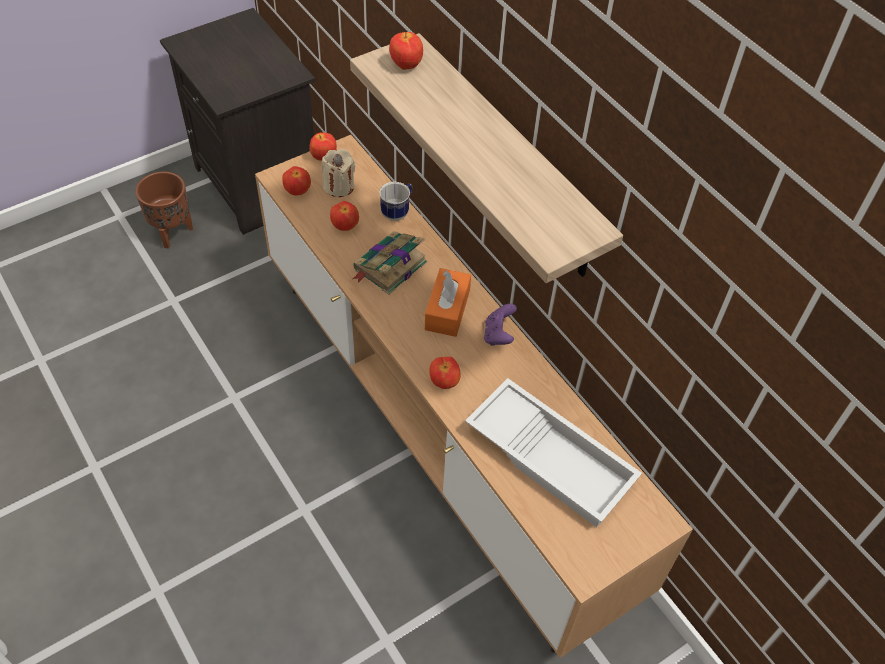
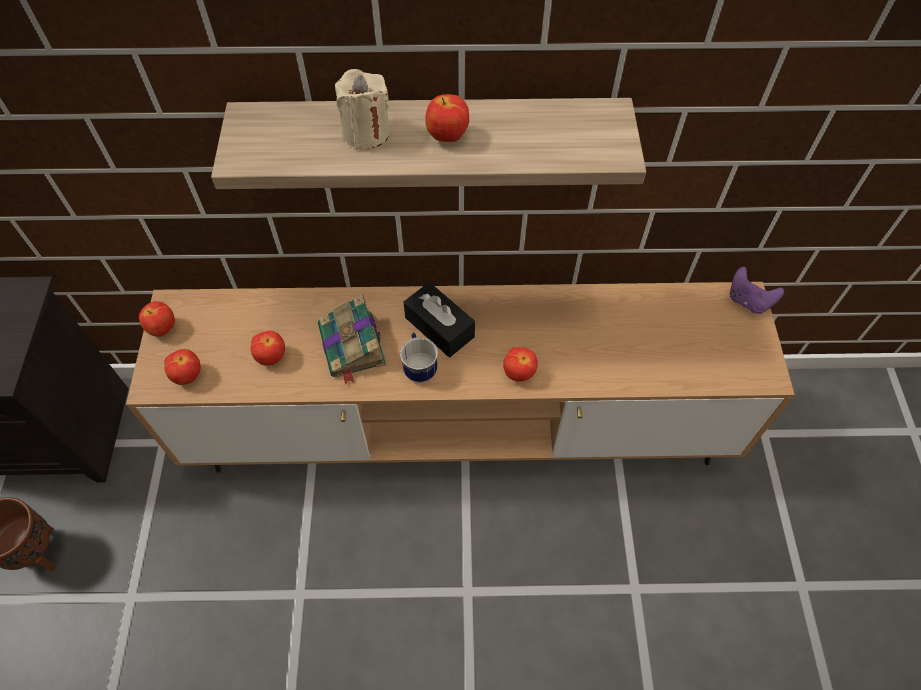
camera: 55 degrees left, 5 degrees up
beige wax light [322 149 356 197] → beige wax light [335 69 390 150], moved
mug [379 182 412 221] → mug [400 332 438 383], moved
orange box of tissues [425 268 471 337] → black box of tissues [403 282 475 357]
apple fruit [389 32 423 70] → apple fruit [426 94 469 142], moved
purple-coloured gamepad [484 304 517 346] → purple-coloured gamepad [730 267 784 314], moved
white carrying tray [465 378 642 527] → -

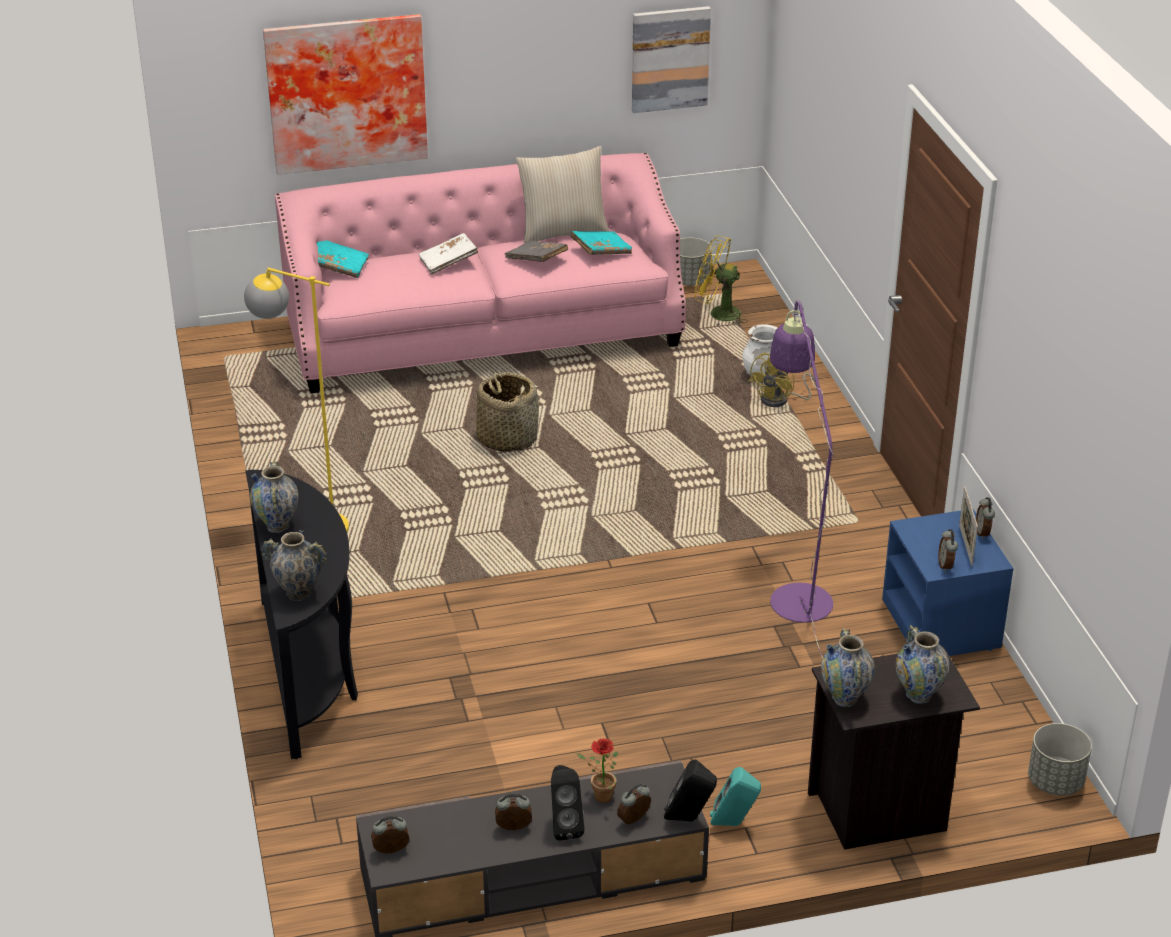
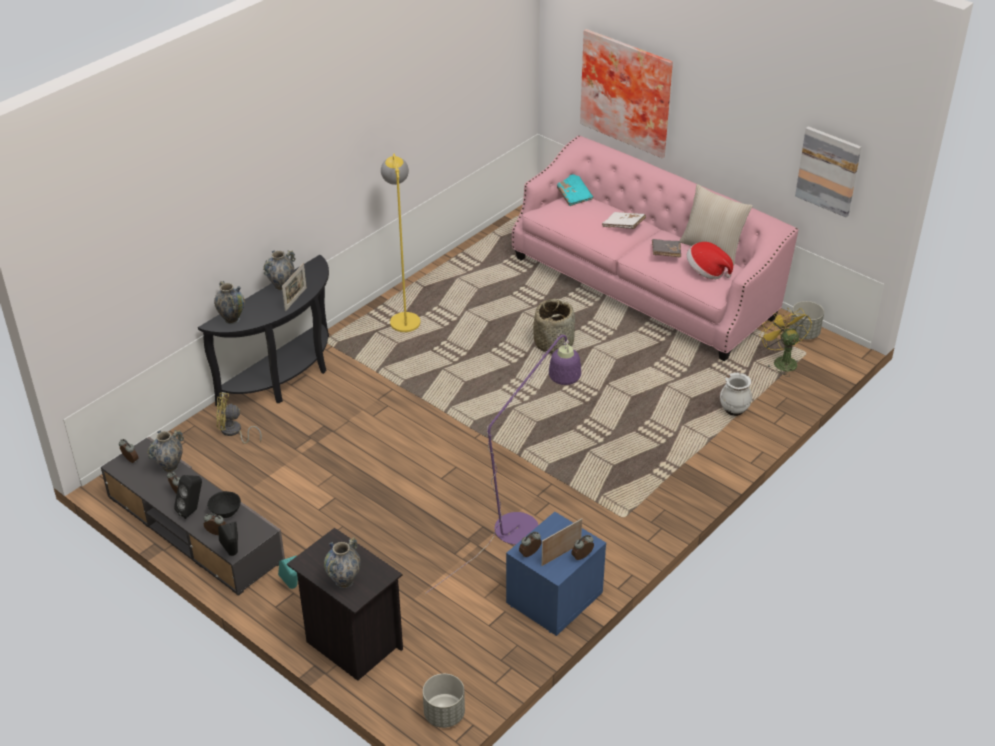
camera: 55 degrees right, 5 degrees up
decorative vase [821 627 875 707] → decorative vase [148 430 184 472], moved
houseplant [576 739 618 803] → black deep dish [207 491 241 518]
yellowish cooling fan [748 353 817 407] → yellowish cooling fan [216 393 262 444], moved
- → photo frame [282 263 307 311]
turquoise-coloured bound book [571 231 632 255] → wearable hat [687 242 733 280]

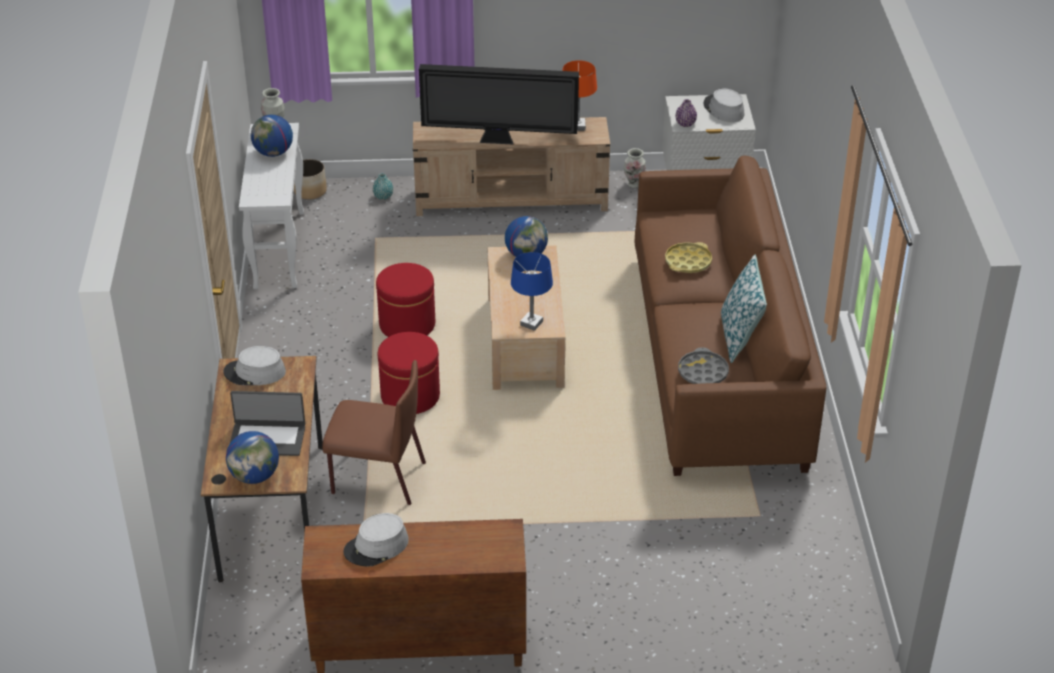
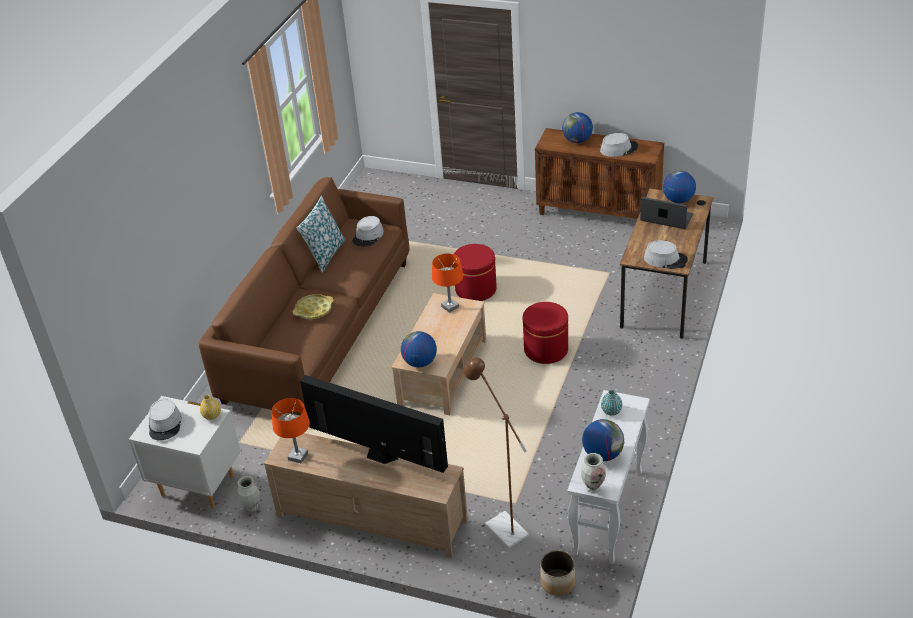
camera: 155 degrees left, 0 degrees up
purple-coloured decorative vase [675 99 697 127] → yellowish decorative vase [200 395 221 420]
grey carrying tray [678 347 729 384] → grey wearable hat [352 216 384 247]
bluish tabletop lamp [511 252 553 331] → orange tabletop lamp [432 254 463 313]
reddish pouffe [376 263 435 337] → reddish pouffe [453 244 497 301], moved
- → brownish standard lamp [464 358 529 548]
- → desk globe [562 112 593 143]
turquoise-coloured decorative vase [373 173 393 200] → turquoise-coloured decorative vase [601 390 622 416], moved
brownish plain chair [322 360 426 505] → -

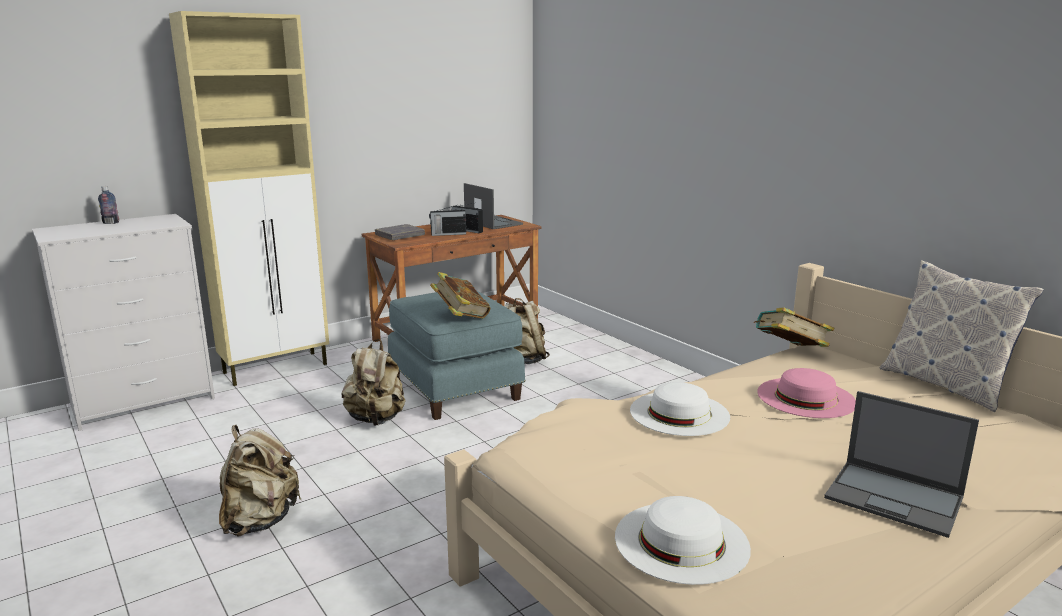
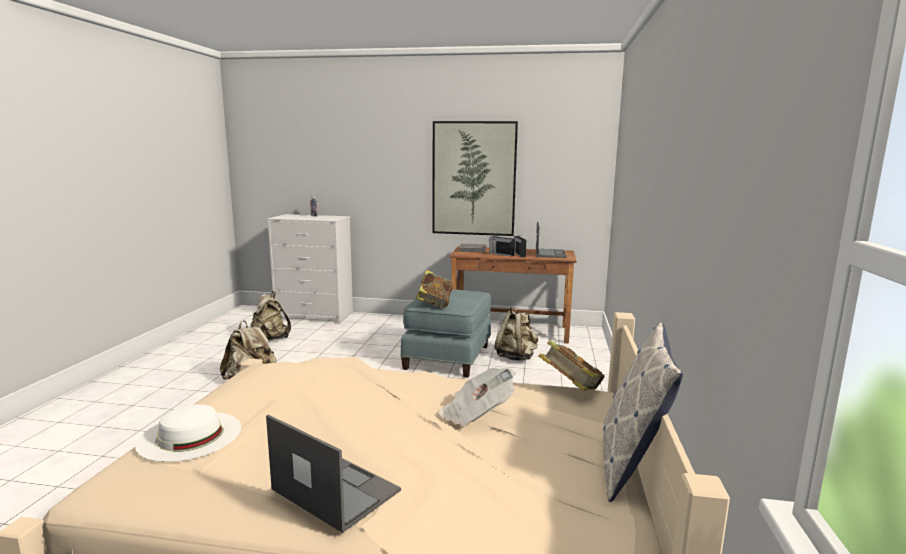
camera: 45 degrees right, 5 degrees down
beige backpack [342 339 405 426] → beige backpack [251 291 291 340], moved
laptop [824 391 979 538] → laptop [266 414 401 533], 135 degrees clockwise
- → wall picture [432 121 518 236]
pinkish wearable hat [757 368 856 418] → newspaper [439 368 516 427]
beige cupboard [169 11 329 386] → -
white wearable hat [630 382 730 436] → -

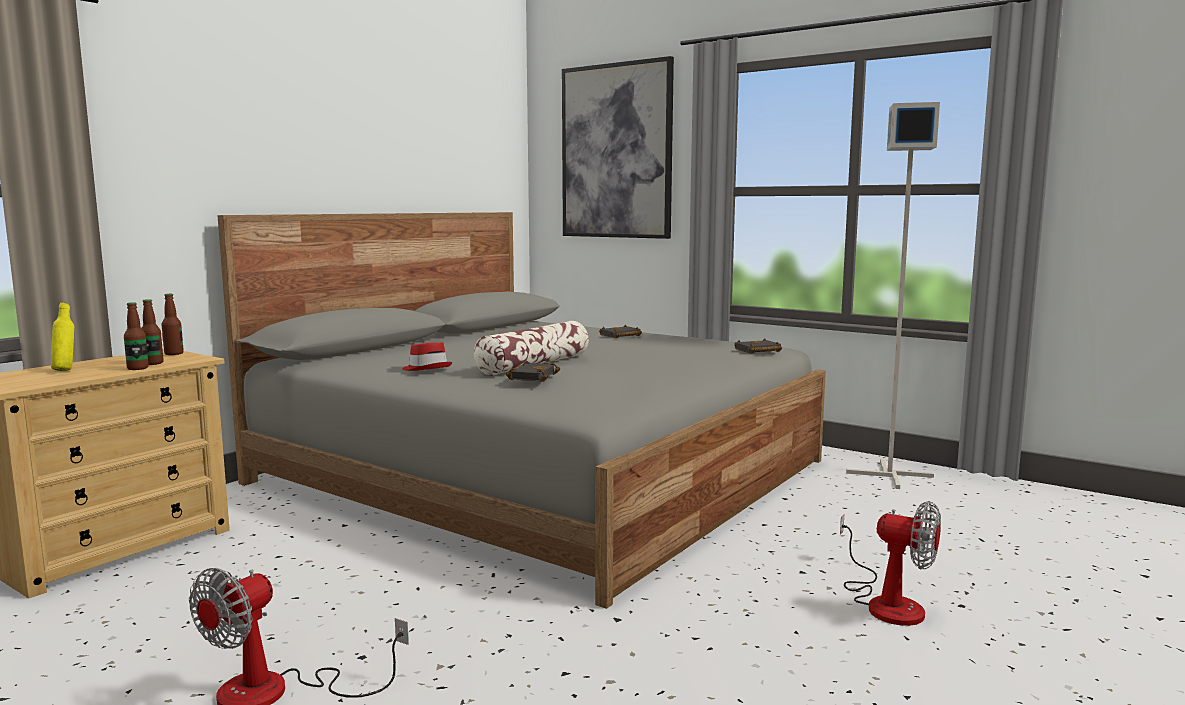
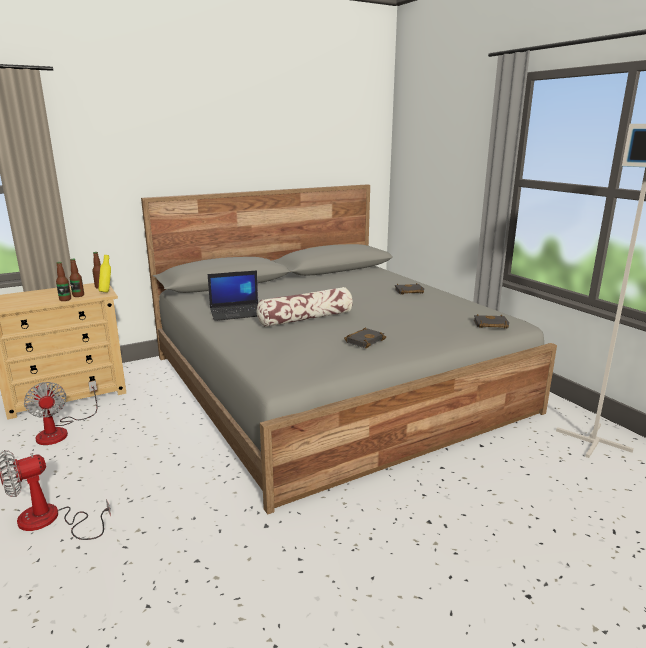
camera: 25 degrees right, 10 degrees up
cooling fan [840 501 941 626] → cooling fan [24 381 97 445], moved
yellowish drink bottle [51 303 74 371] → yellowish drink bottle [99 255 111 293], moved
reddish wearable hat [402 342 452 371] → laptop [208 270 258 321]
black bound book [506 361 560 382] → black bound book [344 328 386 348], moved
wall picture [562 56 674 239] → -

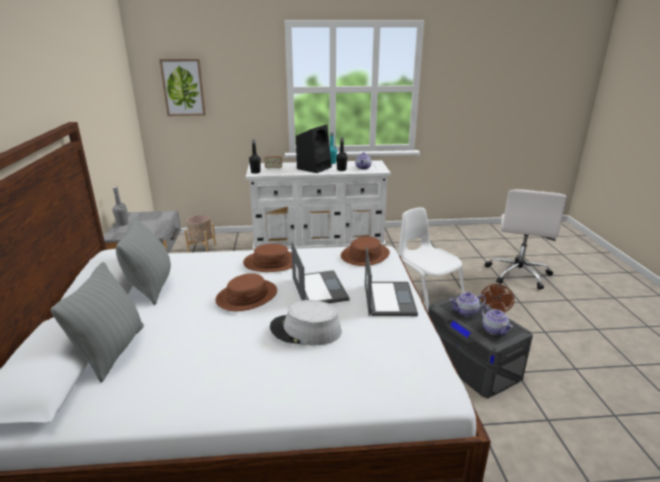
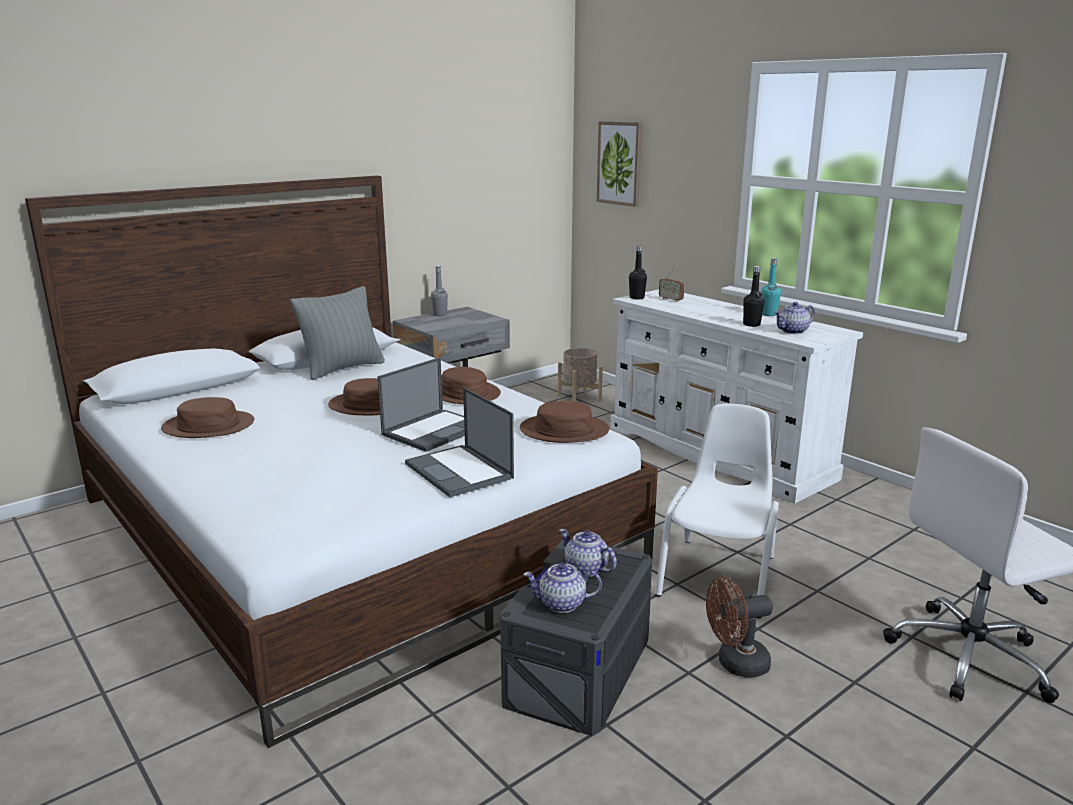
camera: 55 degrees right, 5 degrees down
- → brownish wearable hat [161 397 254 438]
laptop [365 247 418 316] → laptop [405 387 514 497], 90 degrees clockwise
tea pot [481 306 513 335] → tea pot [523 563 602 613], 60 degrees clockwise
grey throw pillow [50 262 144 382] → -
grey wearable hat [270 300 341 345] → -
black loudspeaker [296 124 332 173] → -

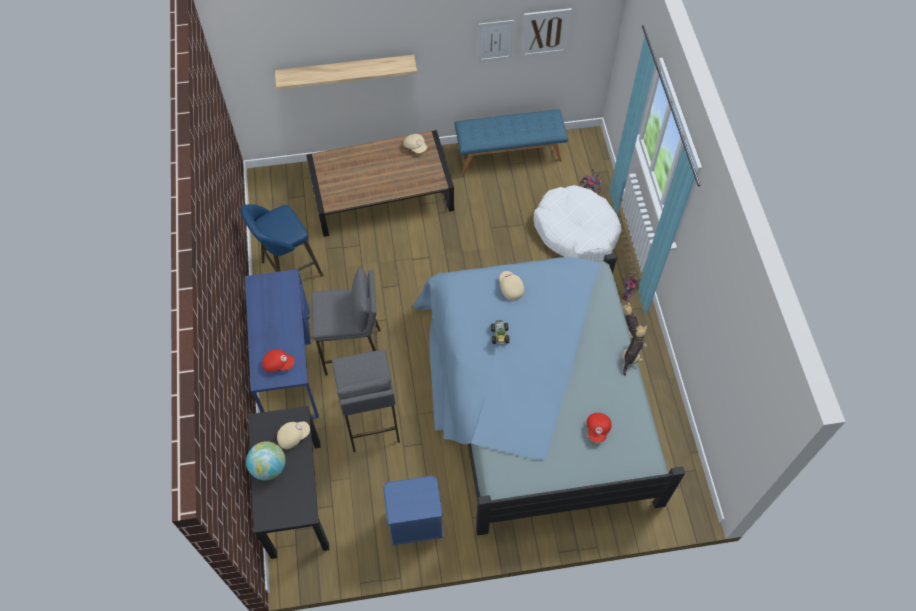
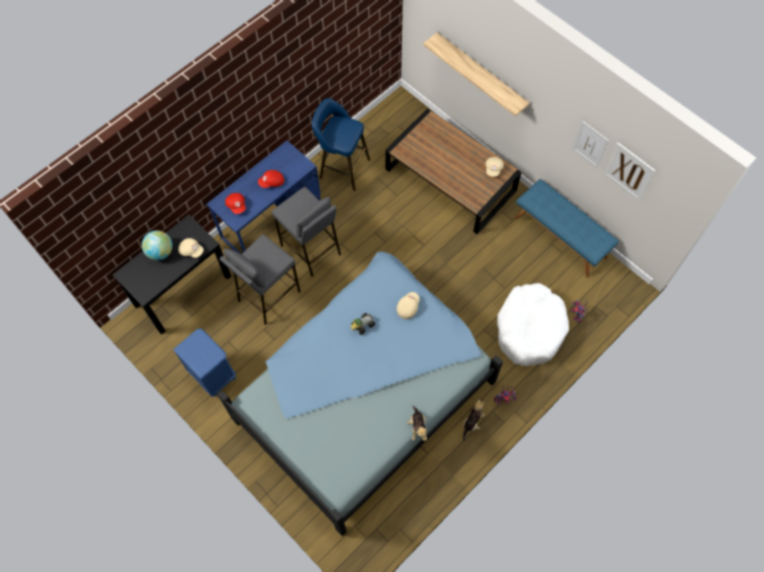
camera: 55 degrees right, 5 degrees up
reddish peaked cap [586 413 612 443] → reddish peaked cap [258 170 284 188], moved
plush toy [622 325 647 376] → plush toy [407 406 427 441], 90 degrees clockwise

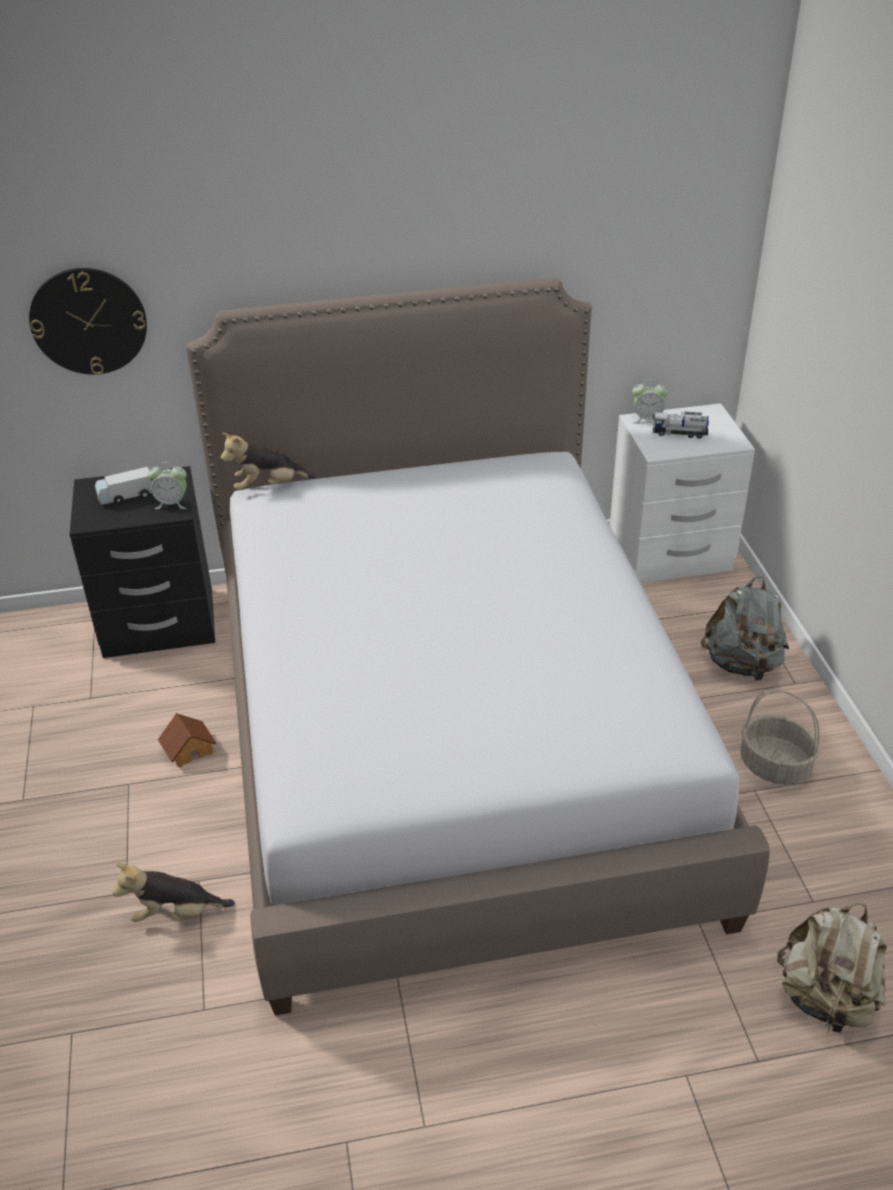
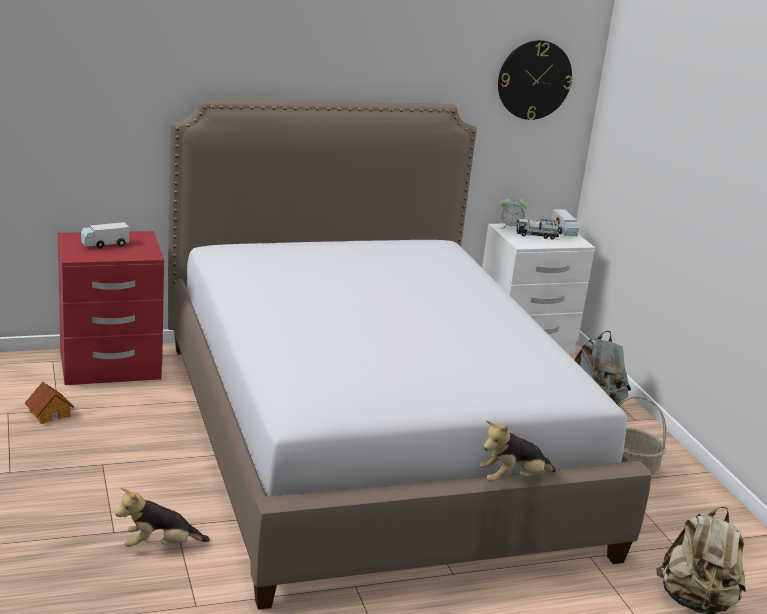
camera: 10 degrees left, 15 degrees down
toy house [158 713 216 768] → toy house [24 381 74 424], moved
black bedside table [70 466 215 658] → reddish bedside table [58 231 164 385]
plush toy [221 433 316 490] → plush toy [479 420 556 482], moved
wall clock [29 268 147 375] → wall clock [498 40 572 120], moved
- → model truck [552 209 579 236]
table clock [147 462 187 509] → -

